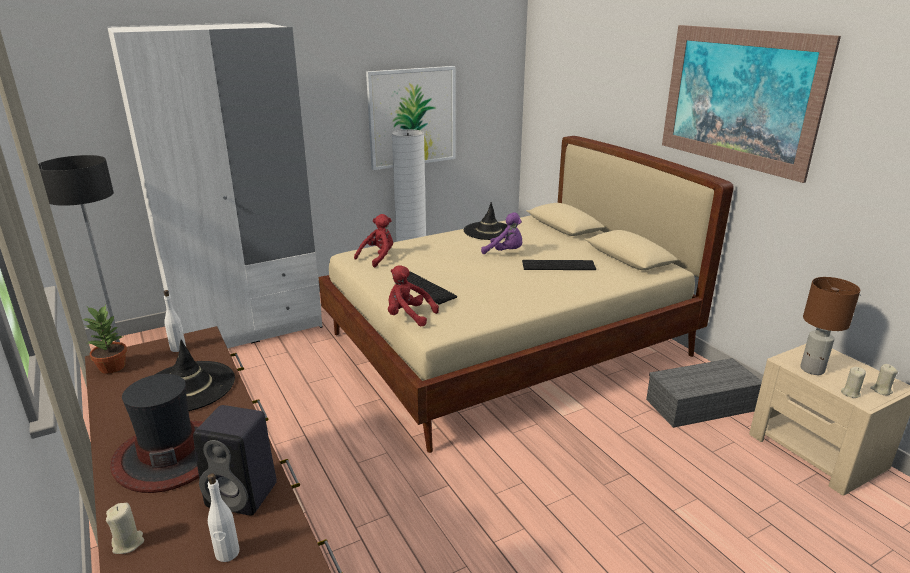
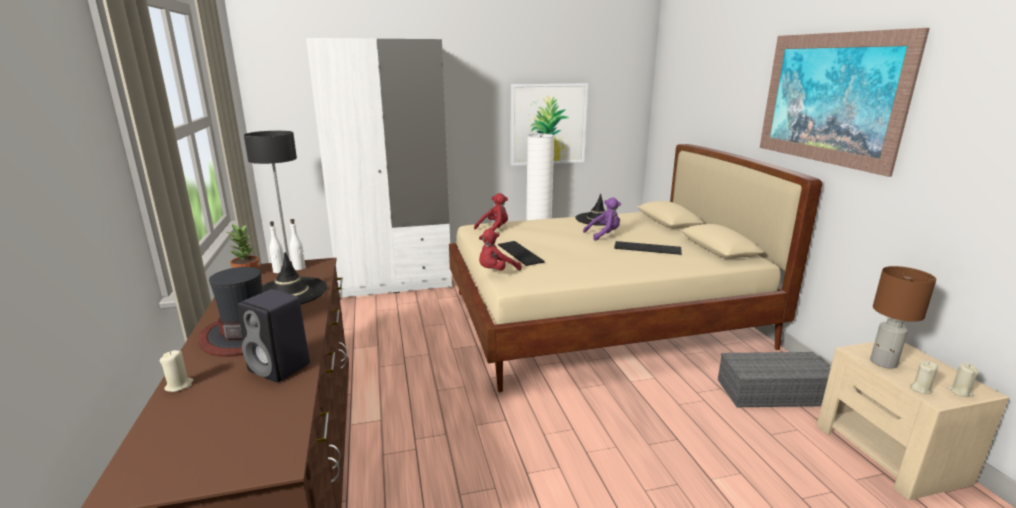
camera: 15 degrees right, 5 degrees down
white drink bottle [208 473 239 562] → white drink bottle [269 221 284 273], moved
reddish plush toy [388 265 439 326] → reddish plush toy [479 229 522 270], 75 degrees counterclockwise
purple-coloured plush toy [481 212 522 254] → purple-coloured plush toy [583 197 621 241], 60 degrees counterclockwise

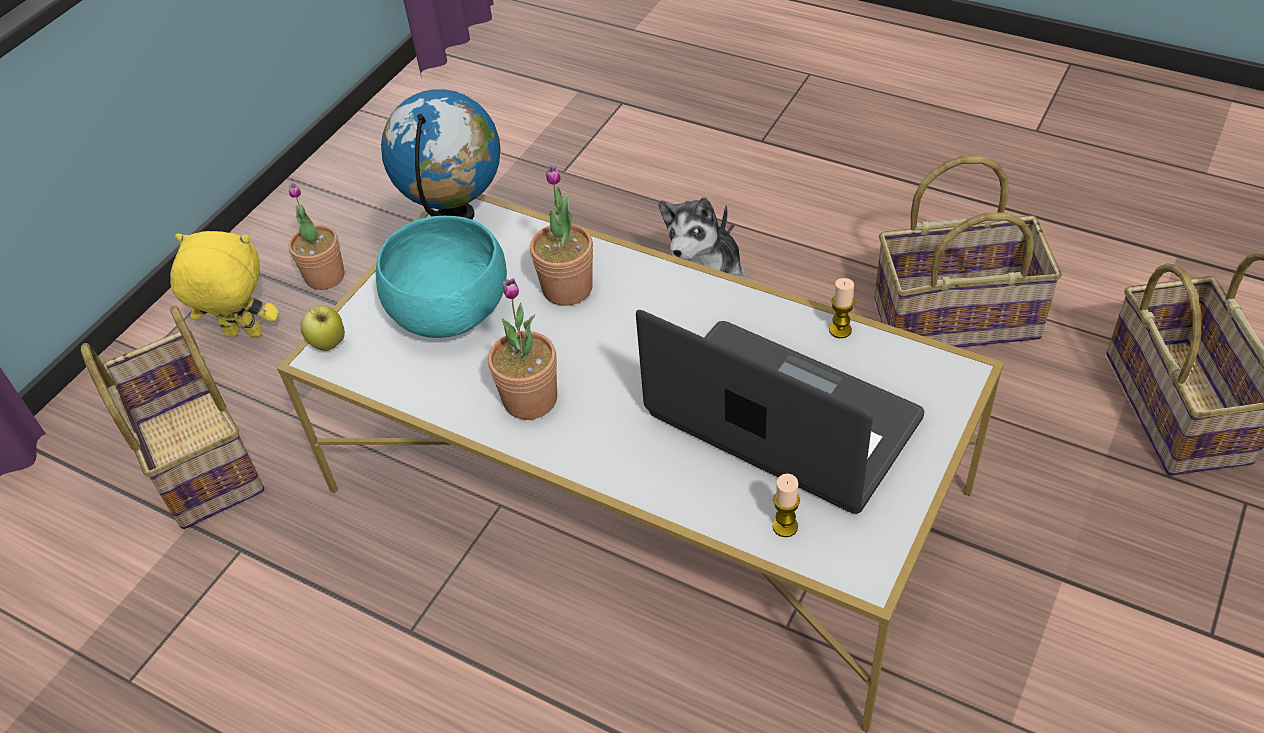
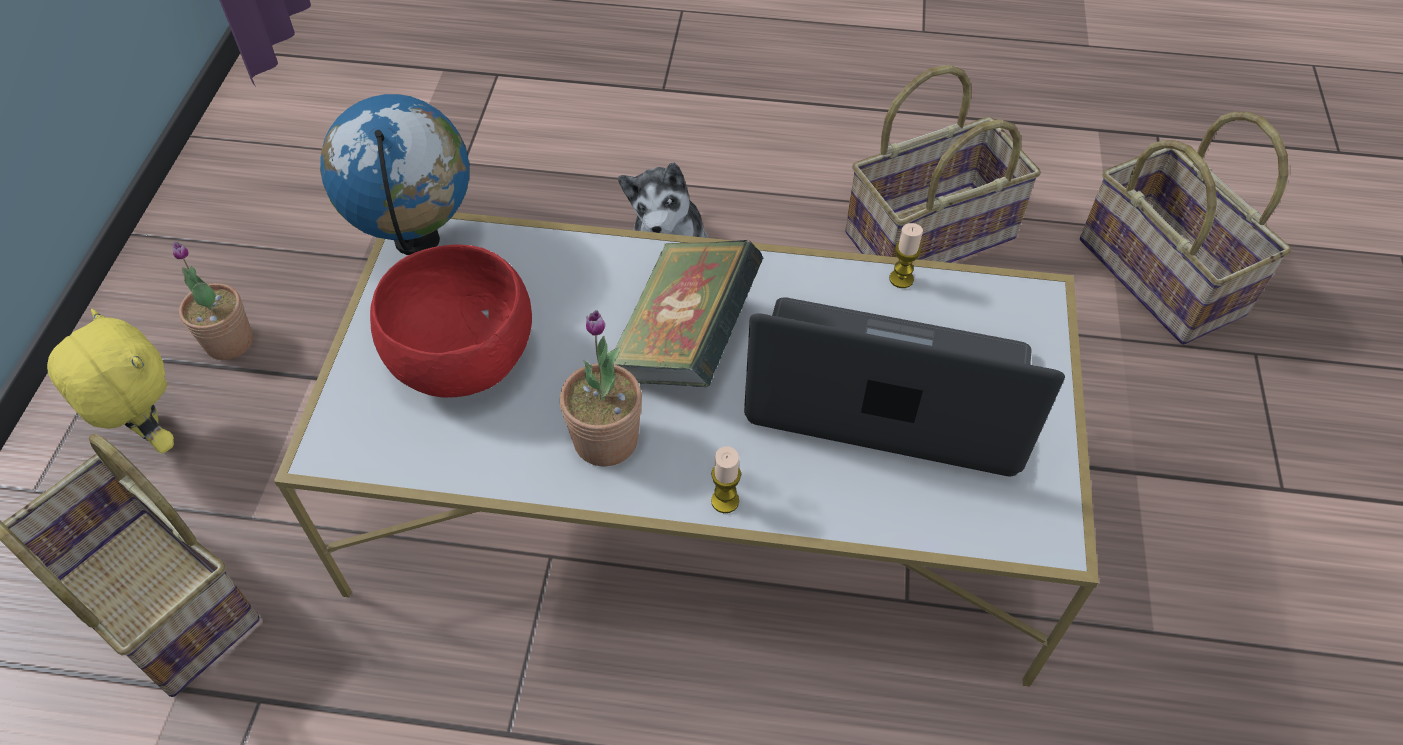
camera: 25 degrees left, 5 degrees up
yellowish plush toy [170 231 279 337] → yellowish plush toy [47 309 174 454], 60 degrees clockwise
turquoise-coloured deep dish [376 216 507 338] → reddish deep dish [370 245 532 398]
- → bound book [614 240 763 387]
wax light [772 473 800 537] → wax light [711 446 741 513], moved
apple fruit [300 305 345 351] → -
houseplant [530 165 593 306] → -

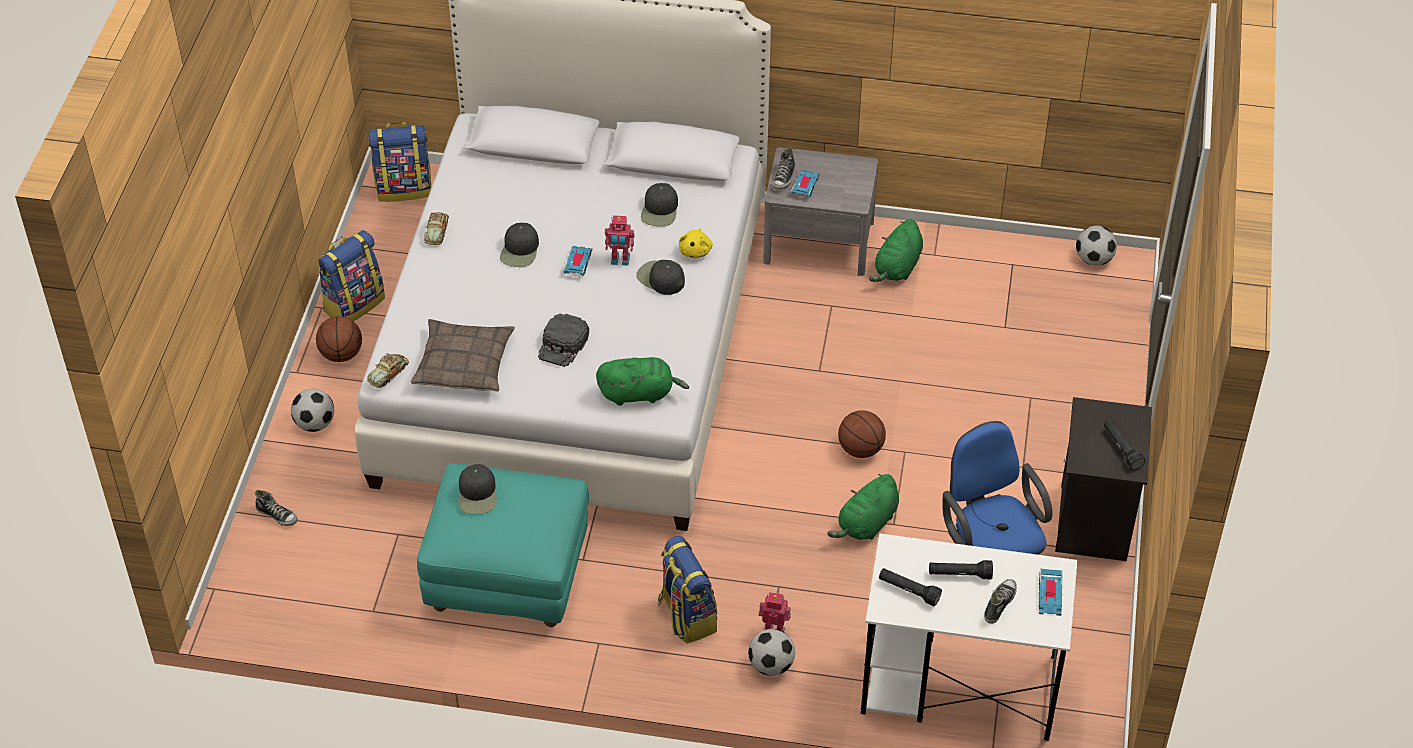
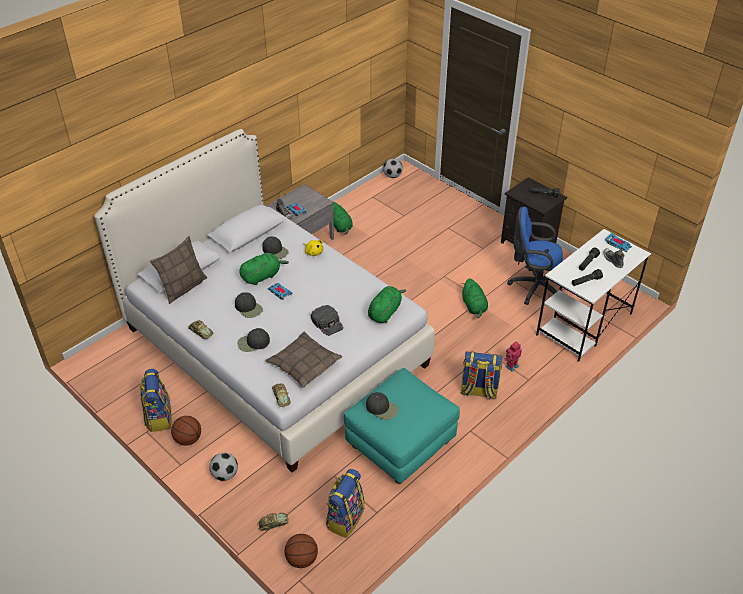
camera: 55 degrees left, 5 degrees down
- → throw pillow [150 236 207 304]
black peaked cap [636 260 685 295] → black peaked cap [238 328 270 352], moved
- → green plush toy [239 253 289 285]
shoe [255 490 298 526] → model car [257 513 289 531]
ball for basketball [838 410 886 458] → ball for basketball [284 534 318 568], moved
backpack [368 122 431 202] → backpack [326 469 365 538], moved
robot figure [605 215 635 266] → -
football [748 629 795 676] → -

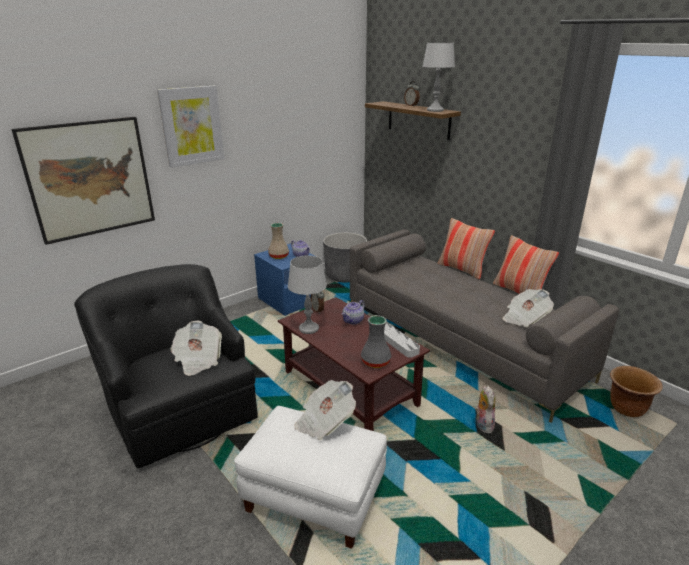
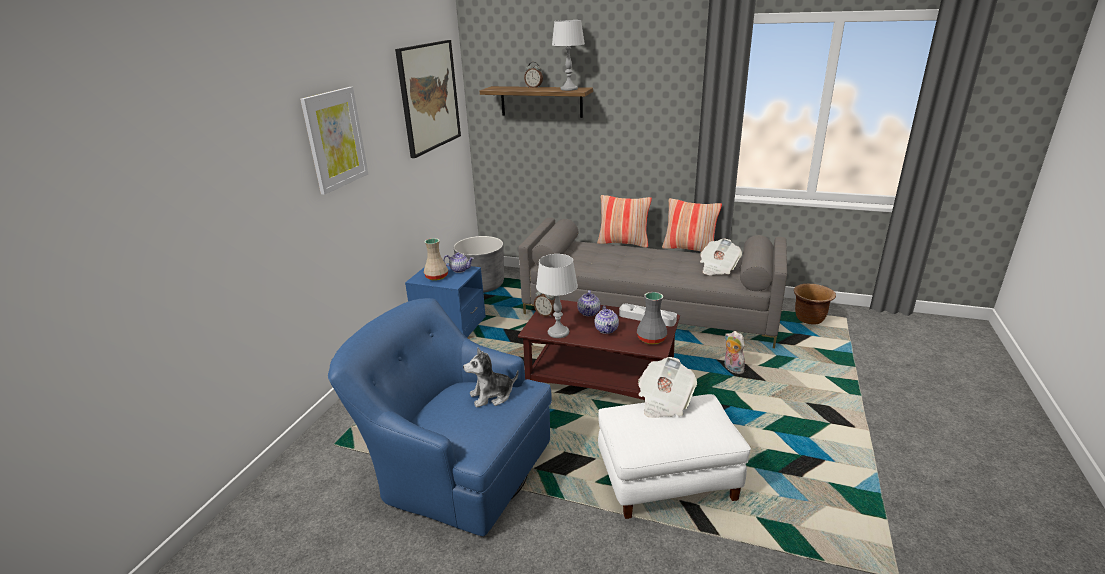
camera: 30 degrees left, 0 degrees up
black armchair [74 264 258 468] → bluish armchair [328 298 552 536]
wall picture [11 117 155 245] → wall picture [395 40 461 158], moved
newspaper [170 321 222 376] → plush toy [463 347 519 407]
- → tea pot [595 306 619 334]

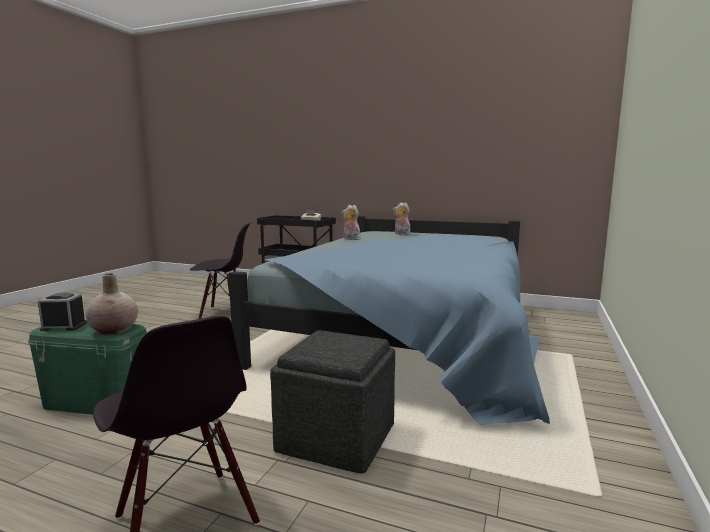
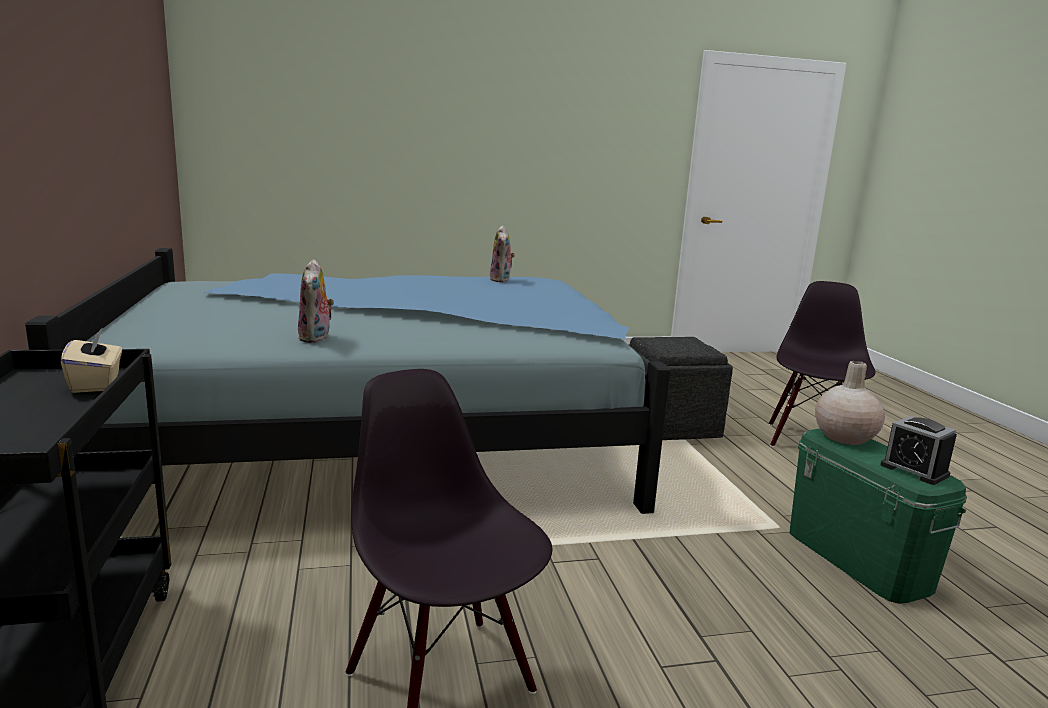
camera: 125 degrees left, 5 degrees up
plush toy [393 202 411 235] → plush toy [490 225 515 282], moved

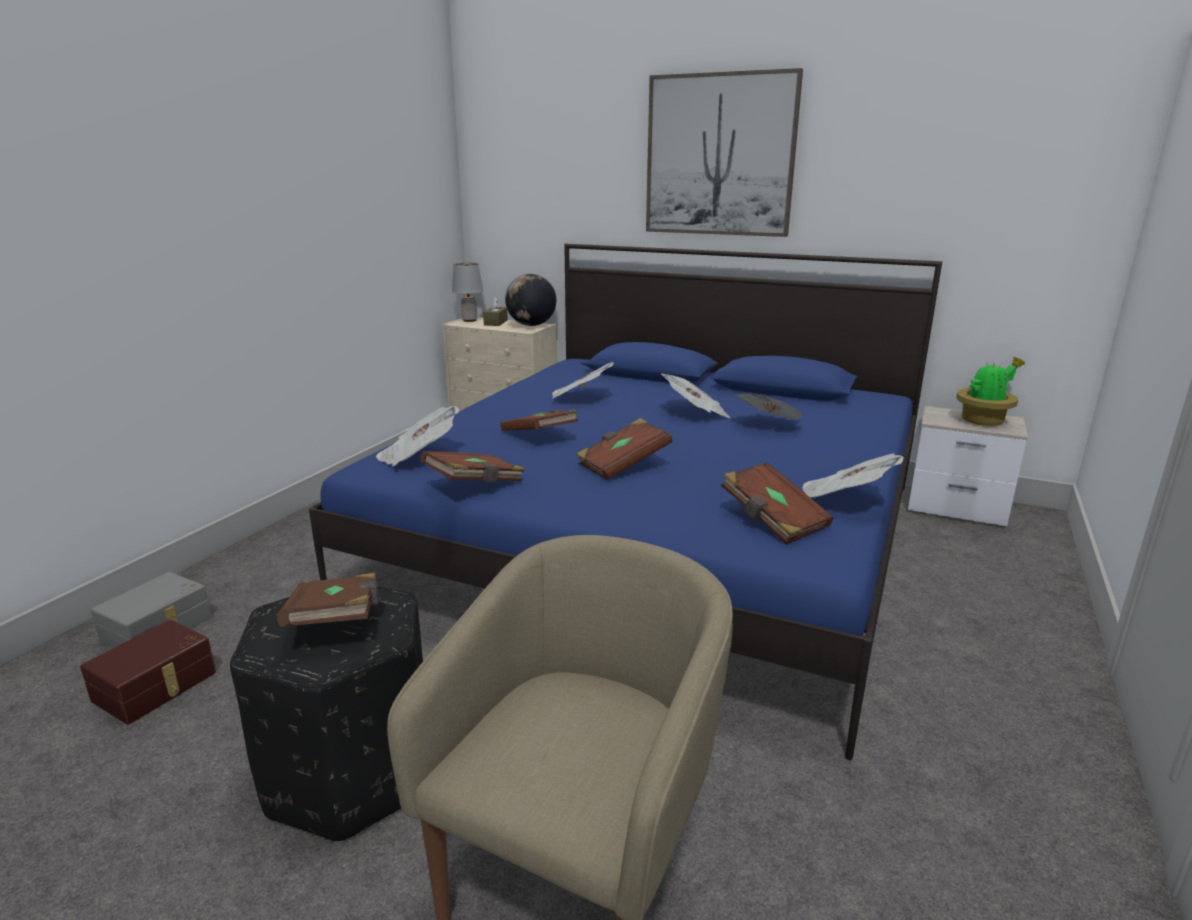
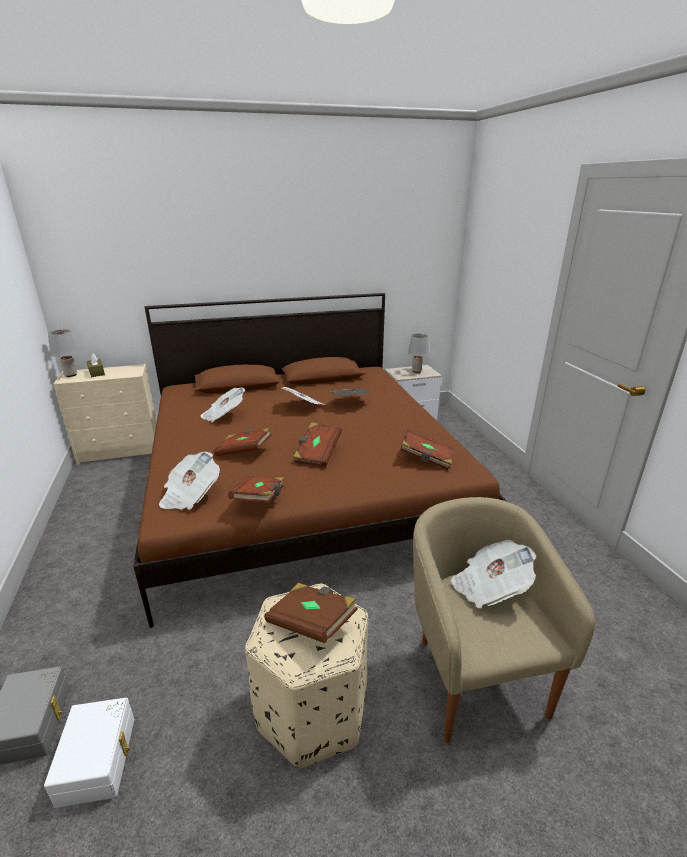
camera: 40 degrees left, 5 degrees up
brownish storage container [80 620 216 725] → white storage container [44 698 134 808]
bluish bedroom bed [309 244 942 760] → brownish bedroom bed [133 293 507 628]
black pouffe [230 586 423 842] → beige pouffe [245 584 368 768]
houseplant [956 357 1025 426] → grey tabletop lamp [408 334 429 373]
newspaper [802 453 904 498] → newspaper [451 540 537 608], moved
desk globe [505 274 556 326] → -
wall picture [646 68 803 237] → -

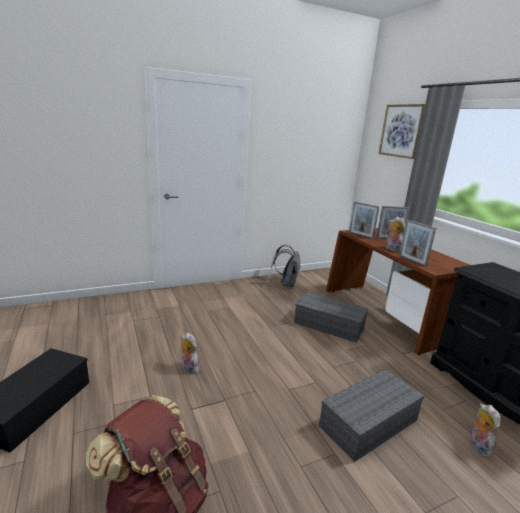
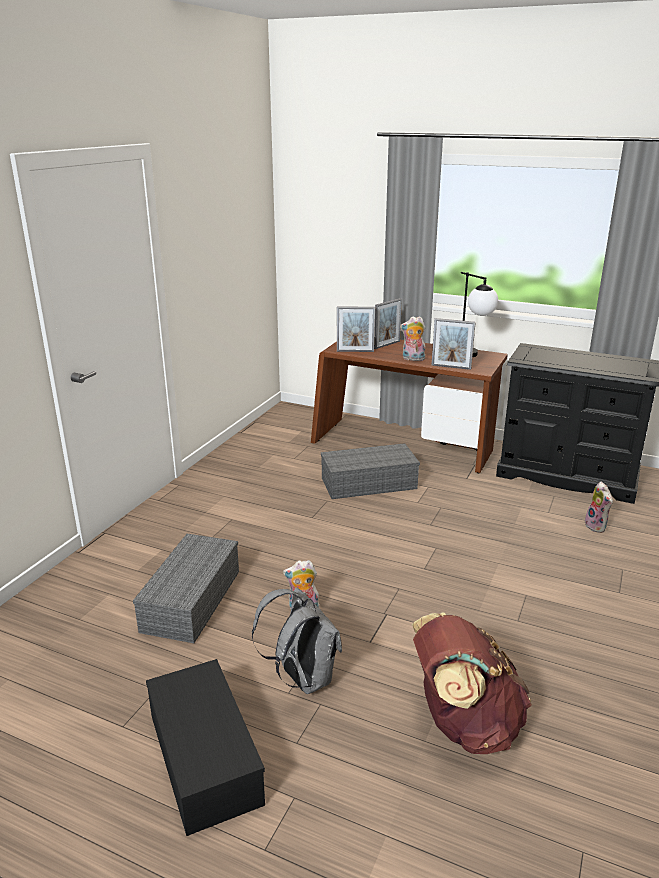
camera: 40 degrees left, 5 degrees up
grey storage container [319 369 425 462] → grey storage container [133 534 239 643], moved
grey backpack [271 245 301 288] → grey backpack [252 588 342 694], moved
- → tabletop lamp [461 272 498 357]
plush toy [470 404 501 458] → plush toy [585 482 613 533], 150 degrees counterclockwise
wall picture [378 104 425 159] → -

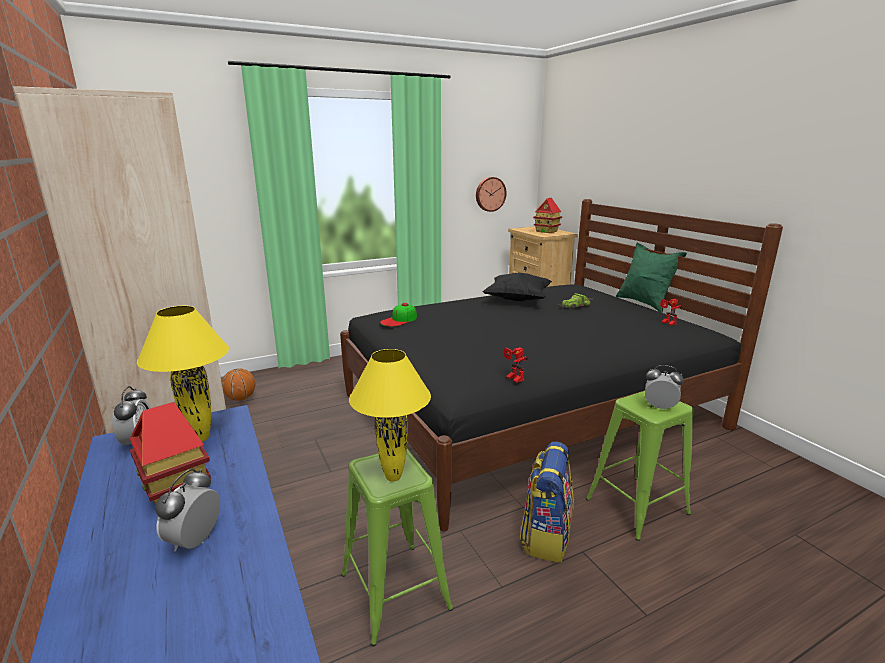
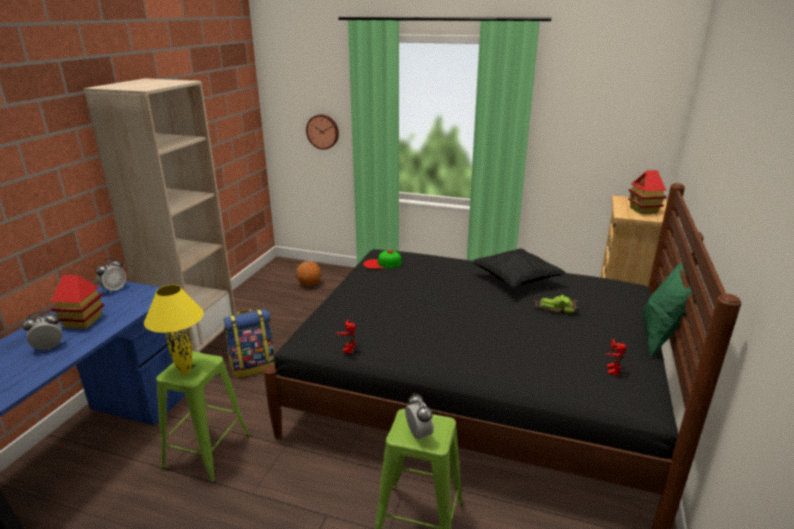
camera: 45 degrees right, 5 degrees up
backpack [520 442 574 563] → backpack [224 309 275 378], moved
wall clock [476 177 506 212] → wall clock [306 114 339 150], moved
yellowish tabletop lamp [137 306 229 442] → -

